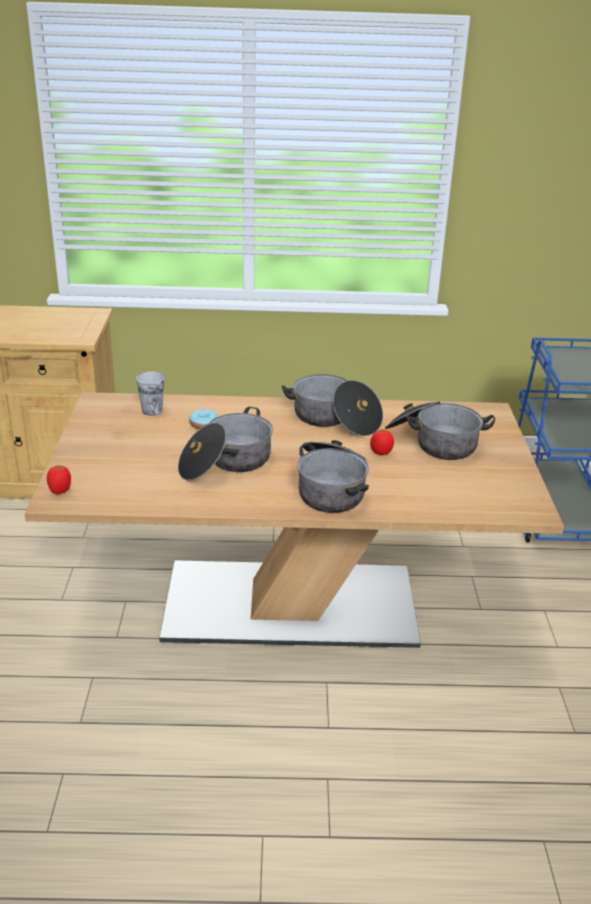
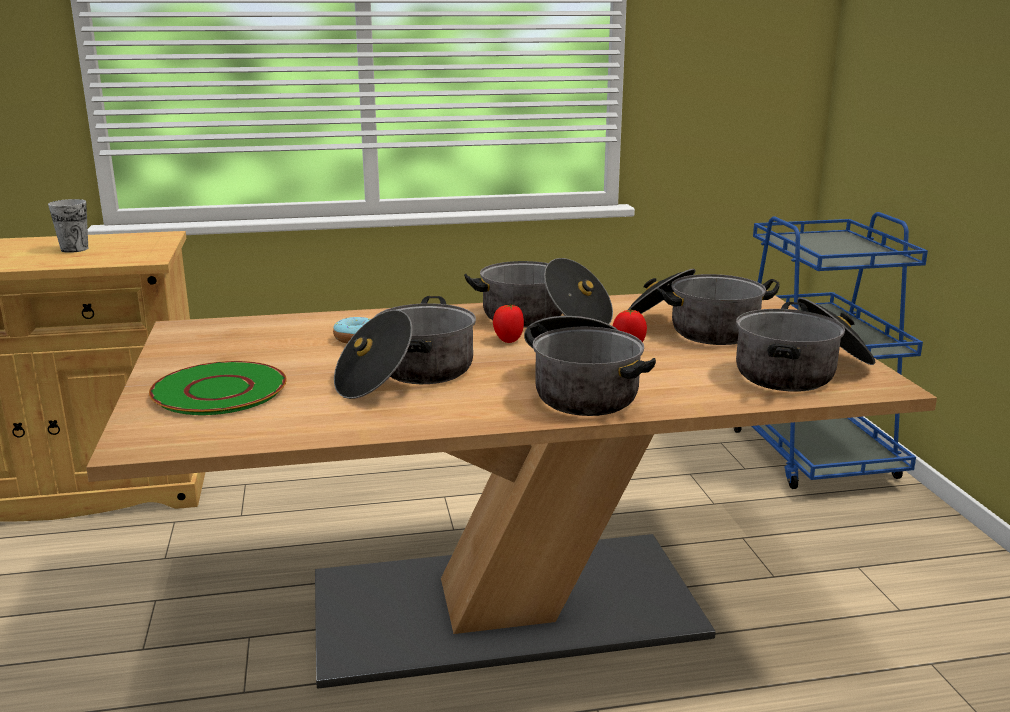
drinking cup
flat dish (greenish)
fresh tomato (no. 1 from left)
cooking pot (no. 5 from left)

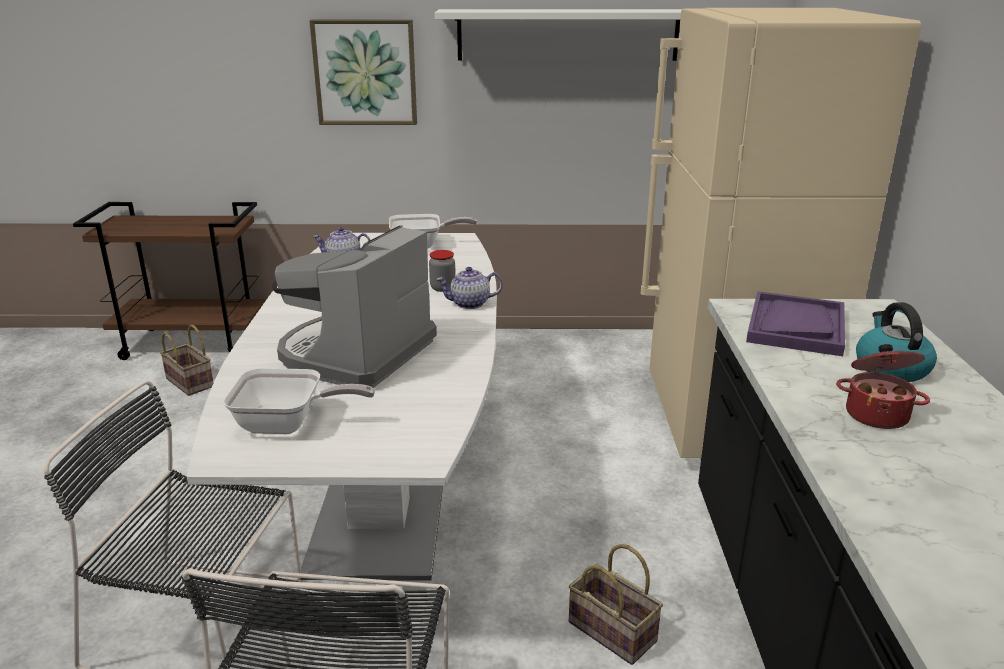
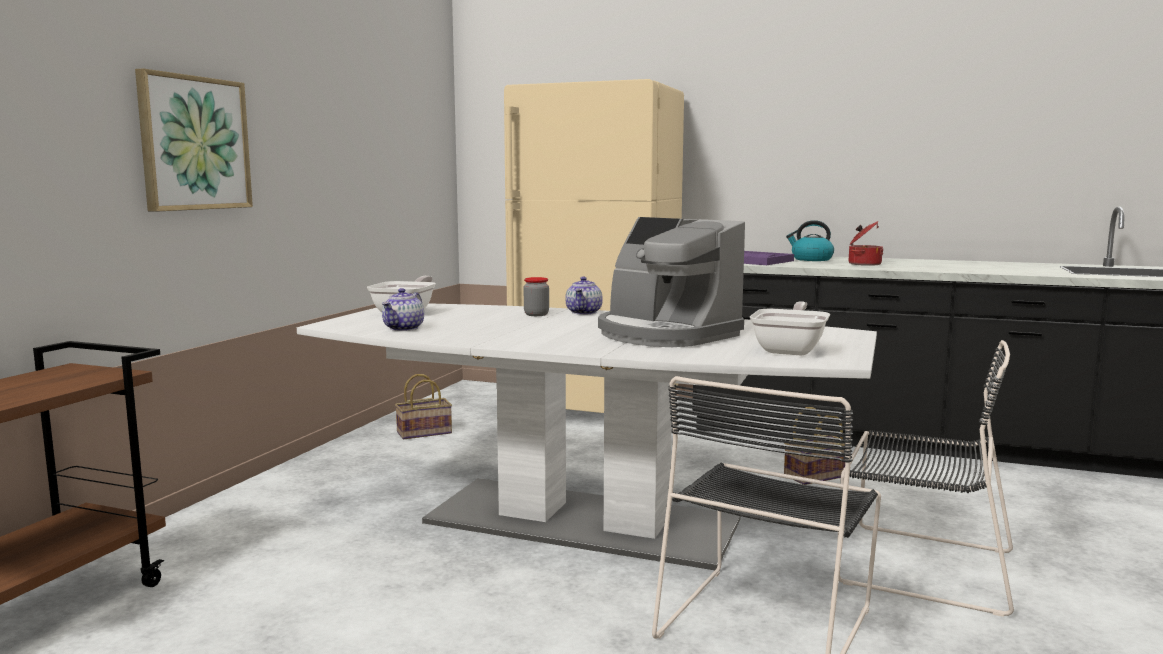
storage basket (no. 1 from left)
bracket shelf (white-coloured)

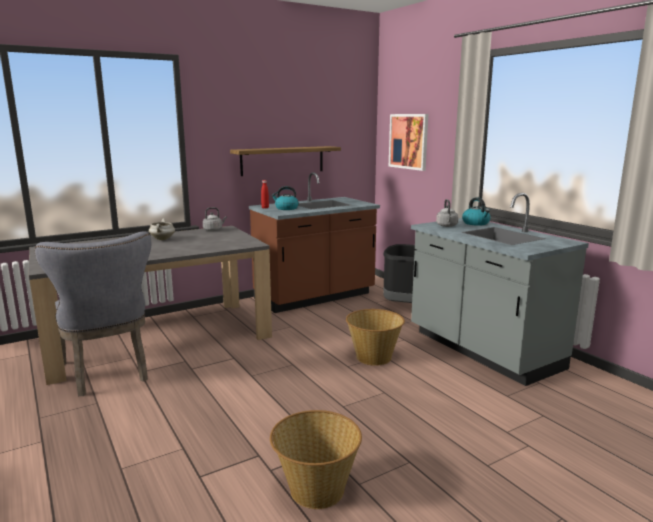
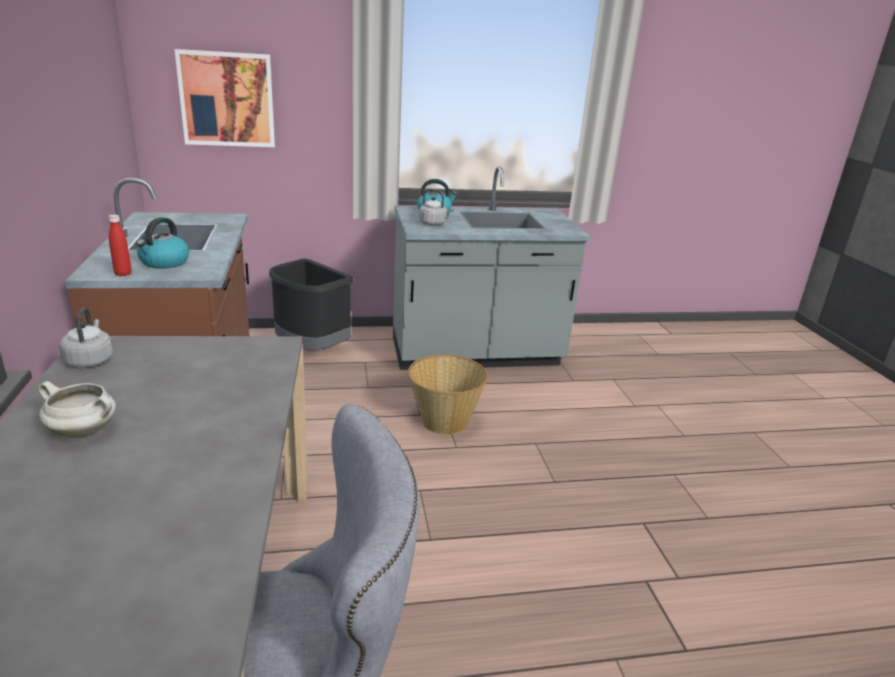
bracket shelf
storage basket (no. 1 from left in the first image)

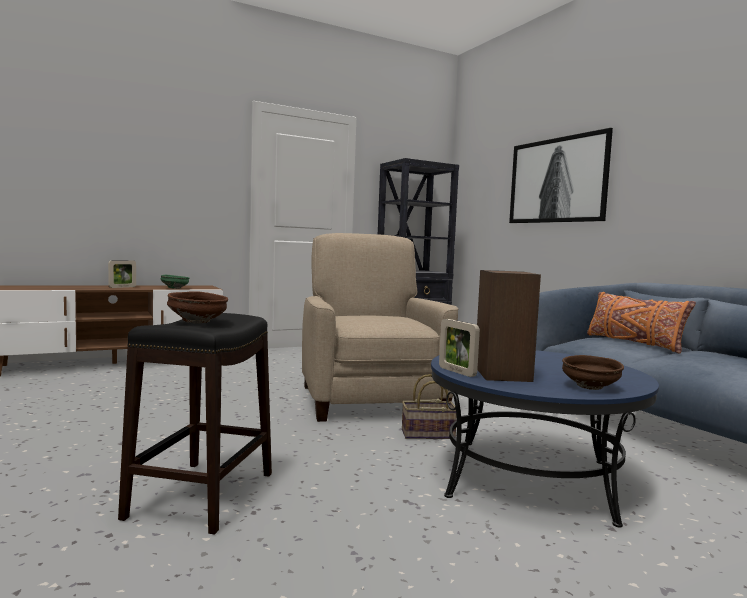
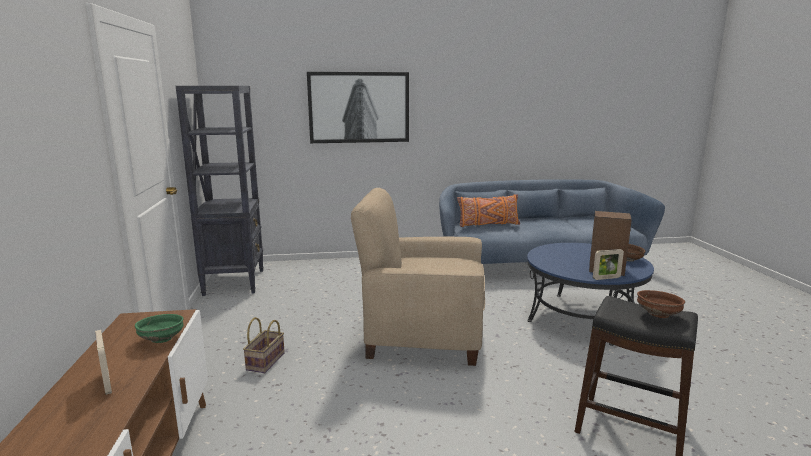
storage basket

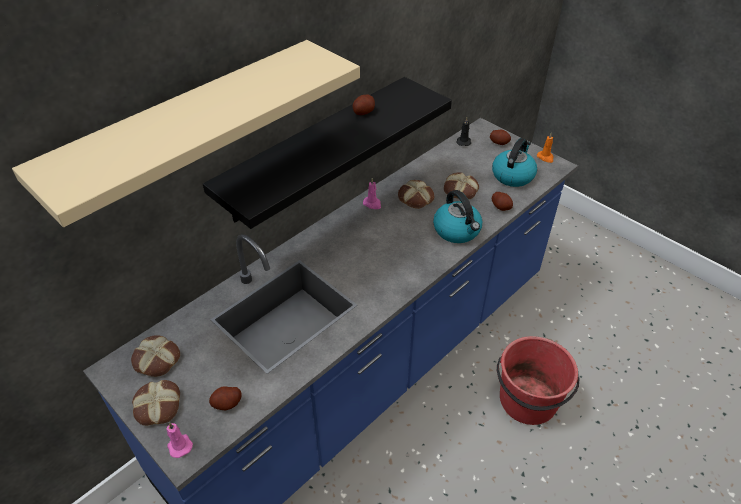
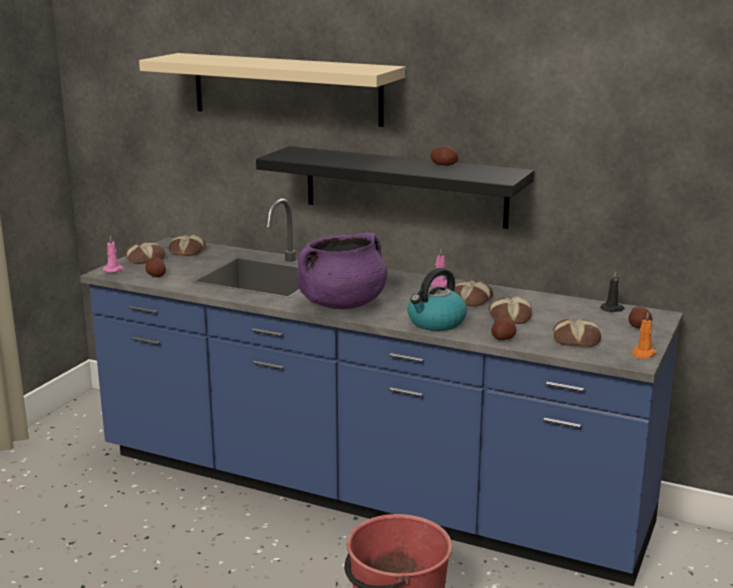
cooking pot (purple)
baked bread (no. 5 from left)

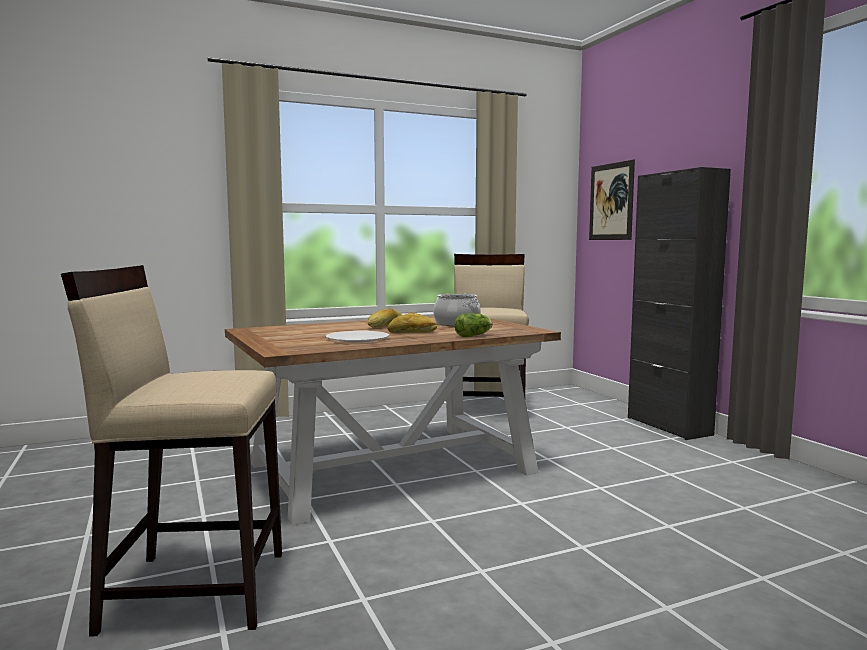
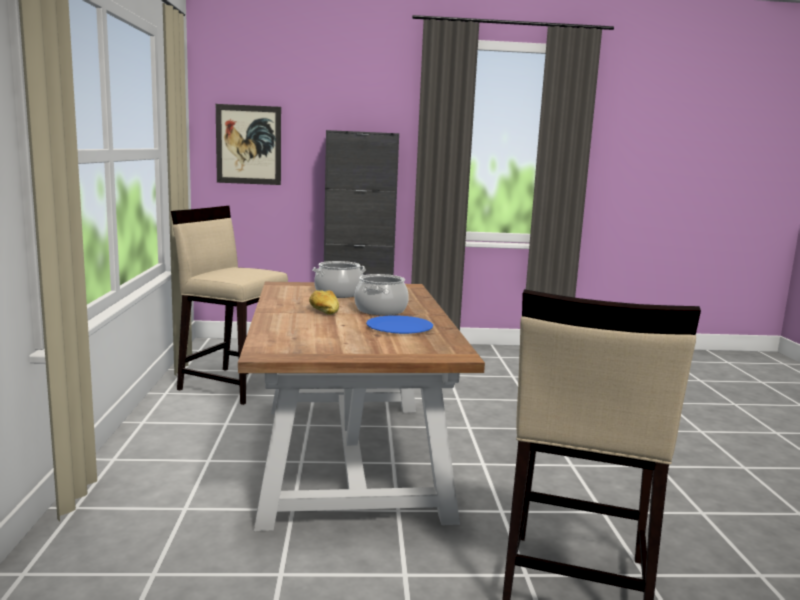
cooking pot (no. 2 from left)
flat dish (bluish)
lettuce head

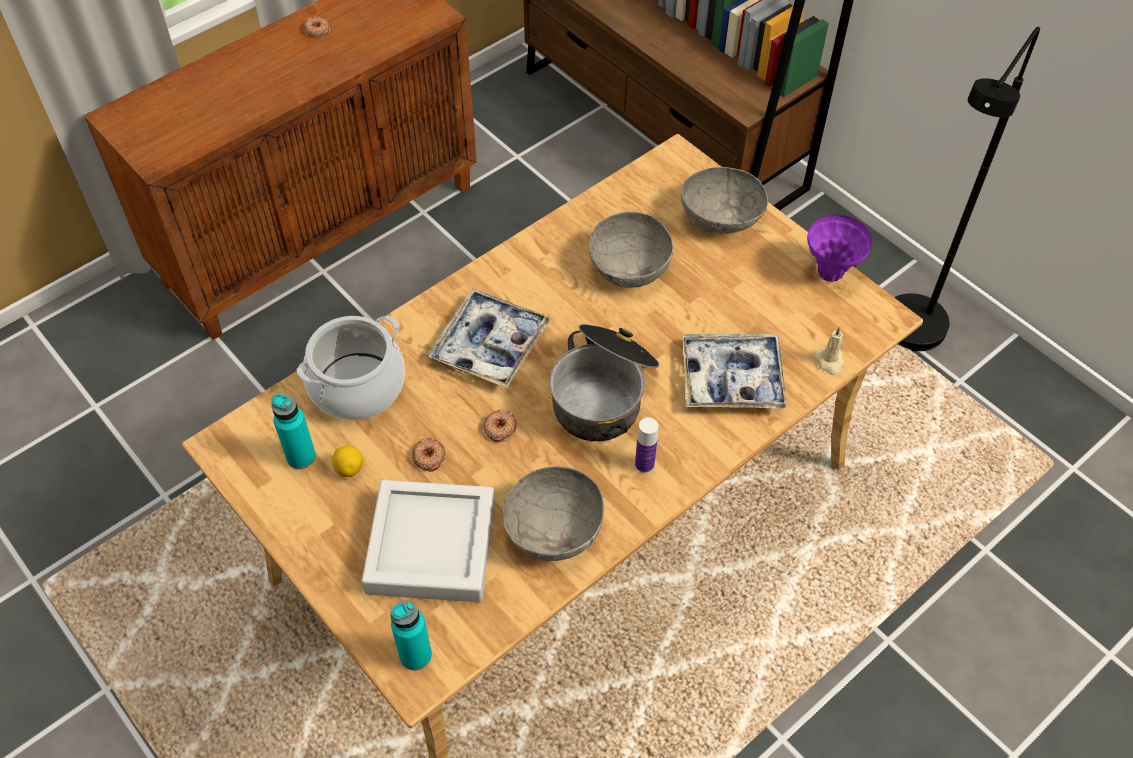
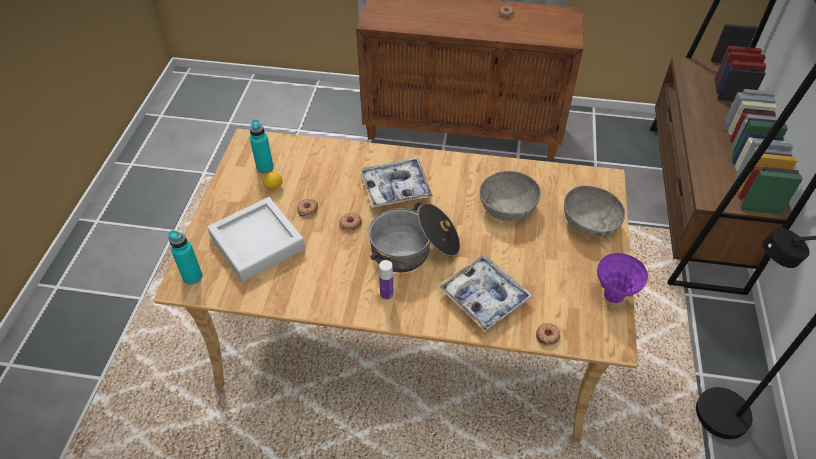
doughnut (no. 4 from left)
cooking pot (no. 1 from left in the first image)
serving bowl (greyish) (no. 1 from left in the first image)

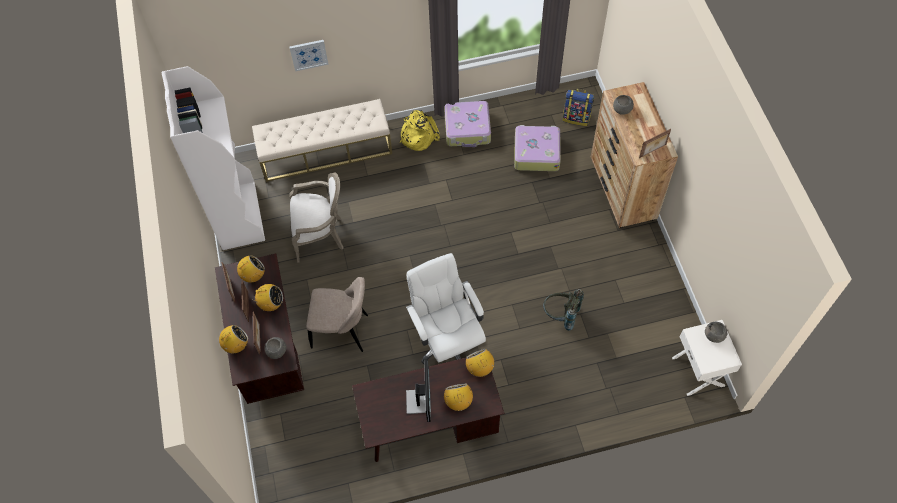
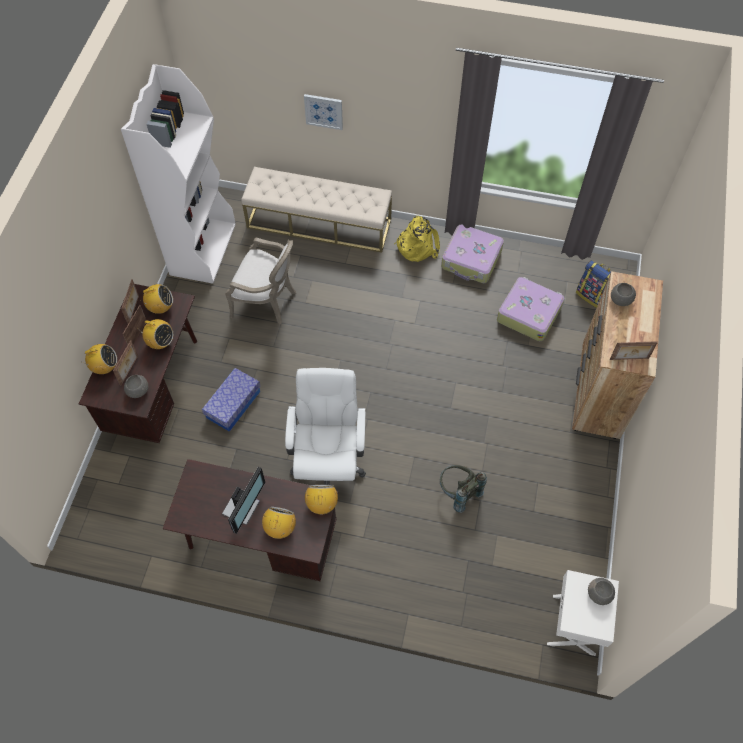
storage box

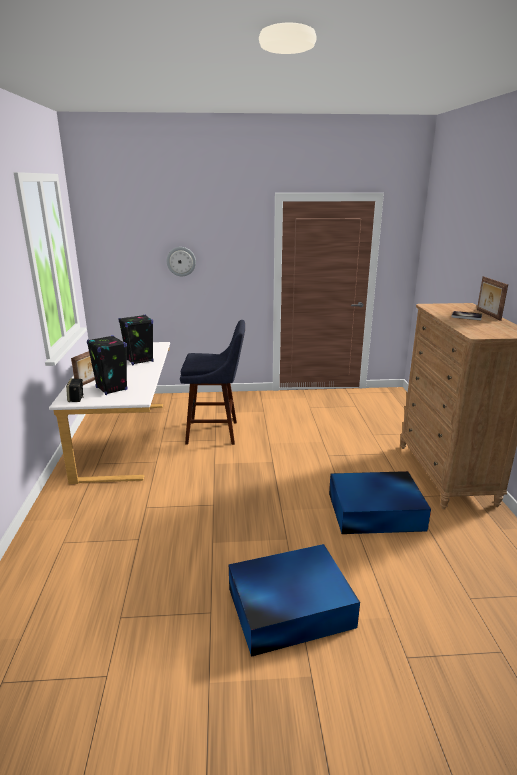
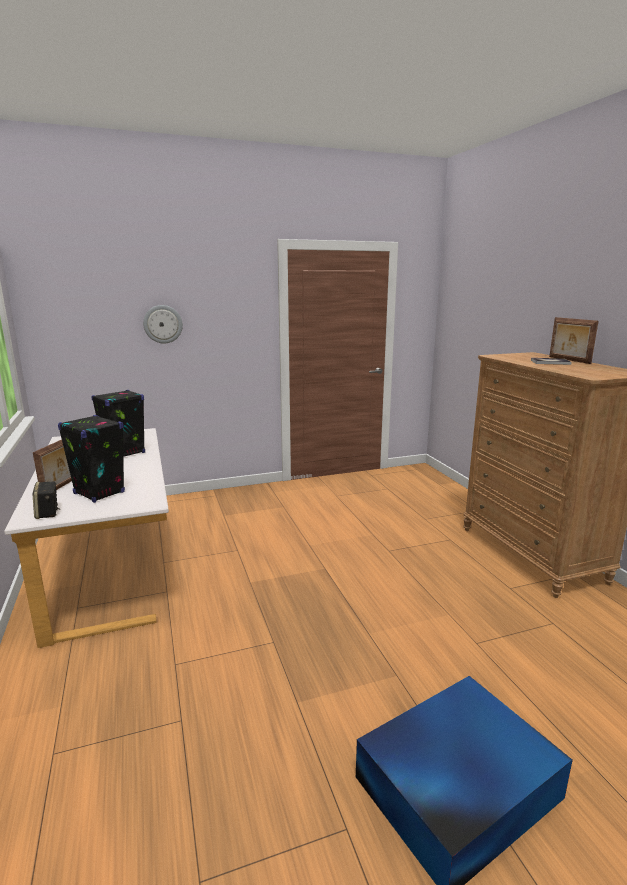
stool seat (bluish)
storage box (bluish) (no. 2 from left in the first image)

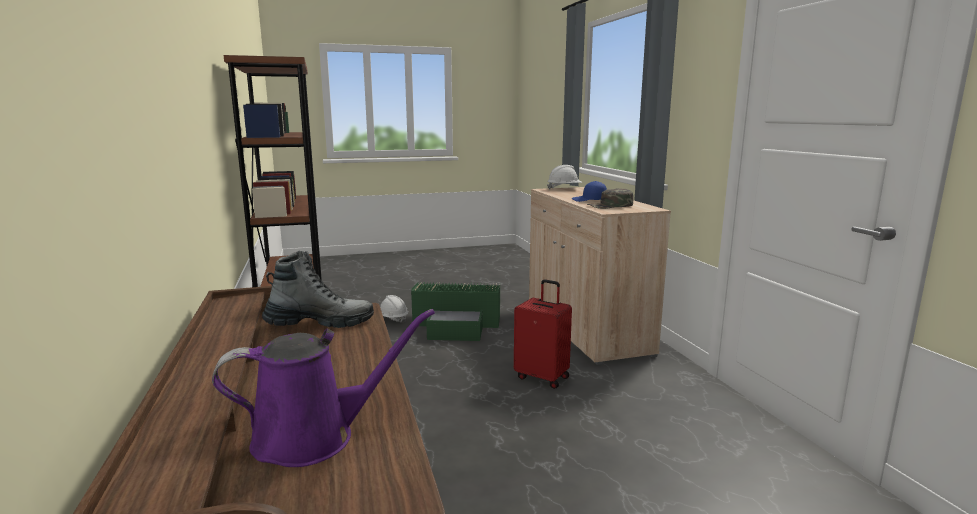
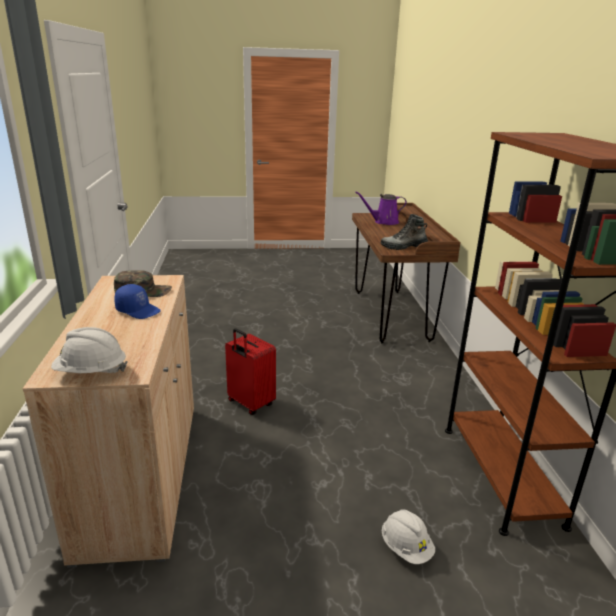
storage box (greenish)

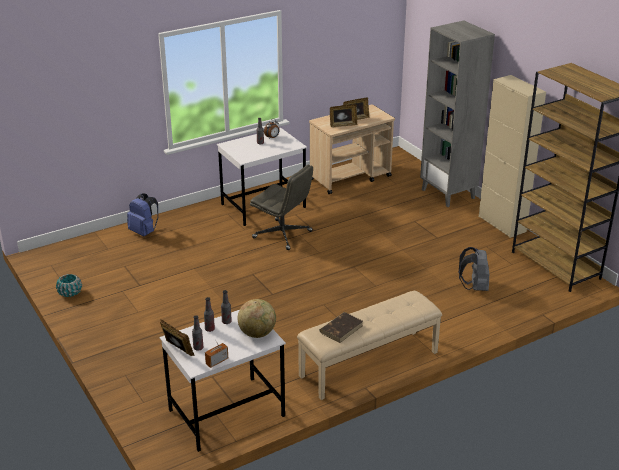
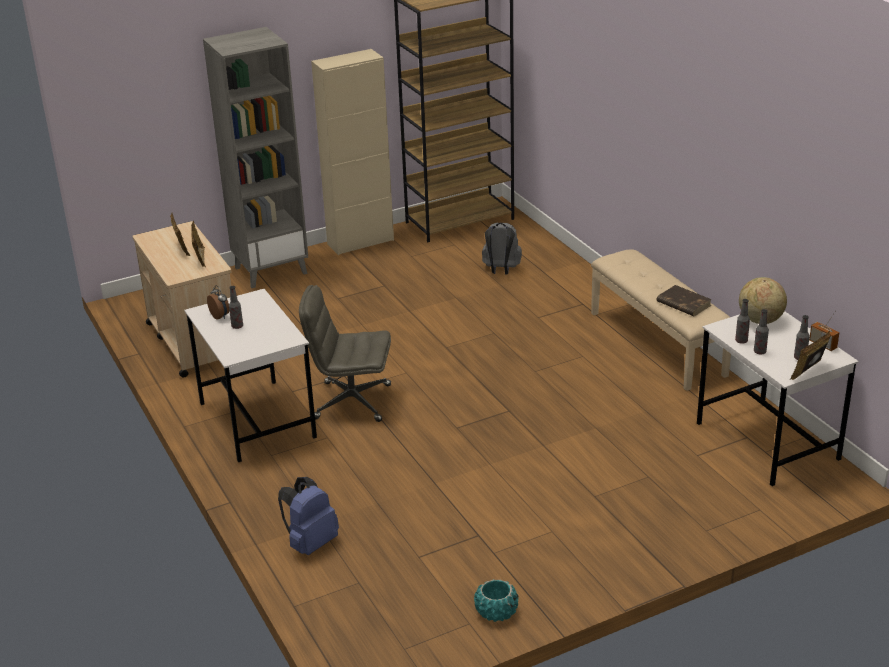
office chair (greyish)

